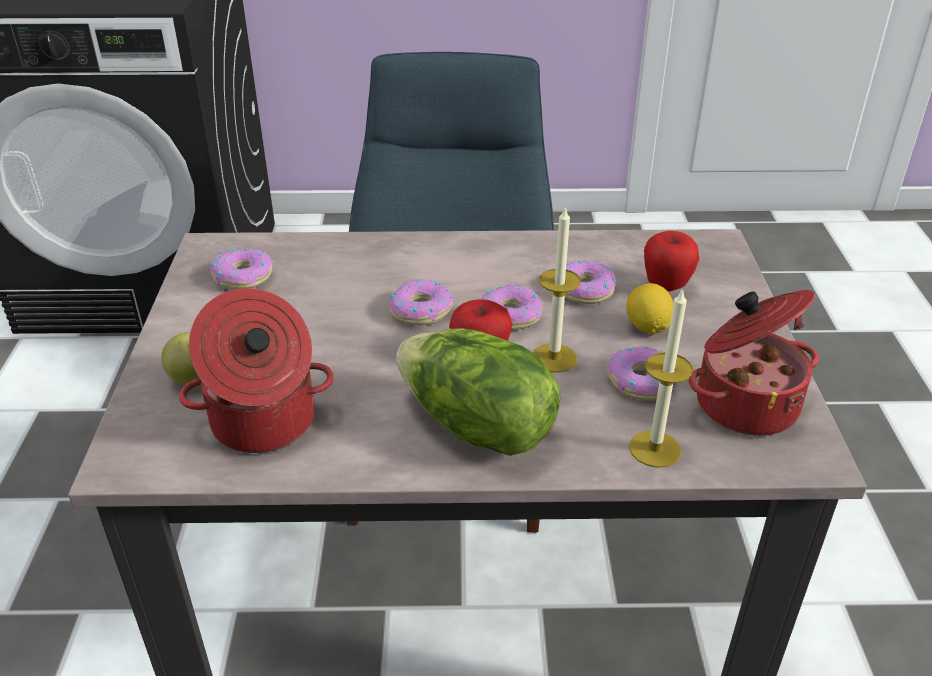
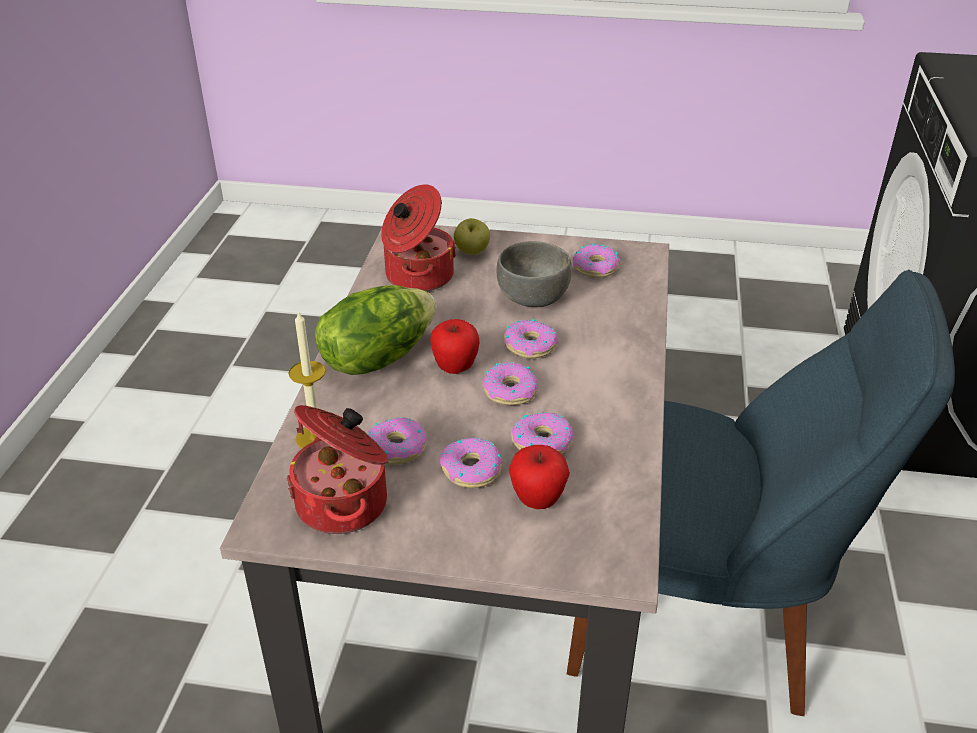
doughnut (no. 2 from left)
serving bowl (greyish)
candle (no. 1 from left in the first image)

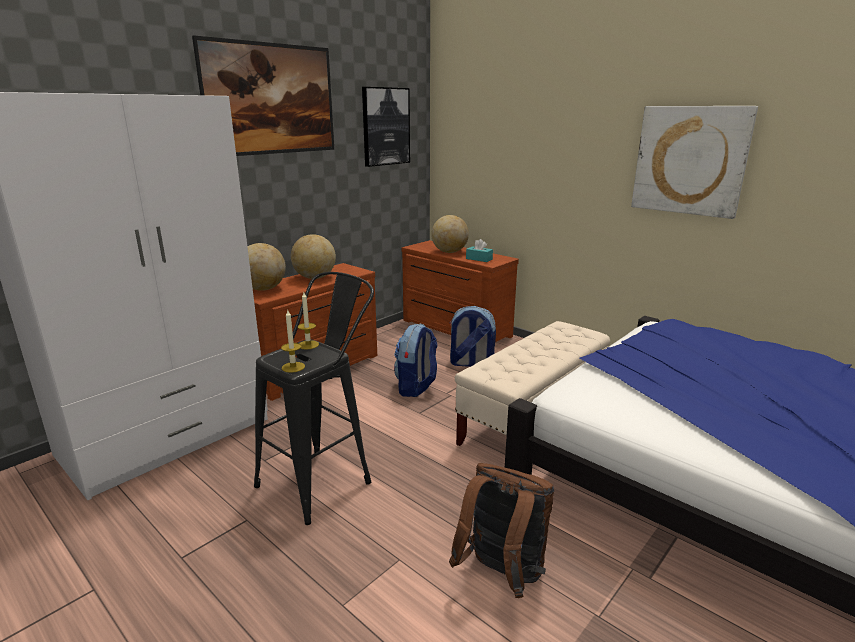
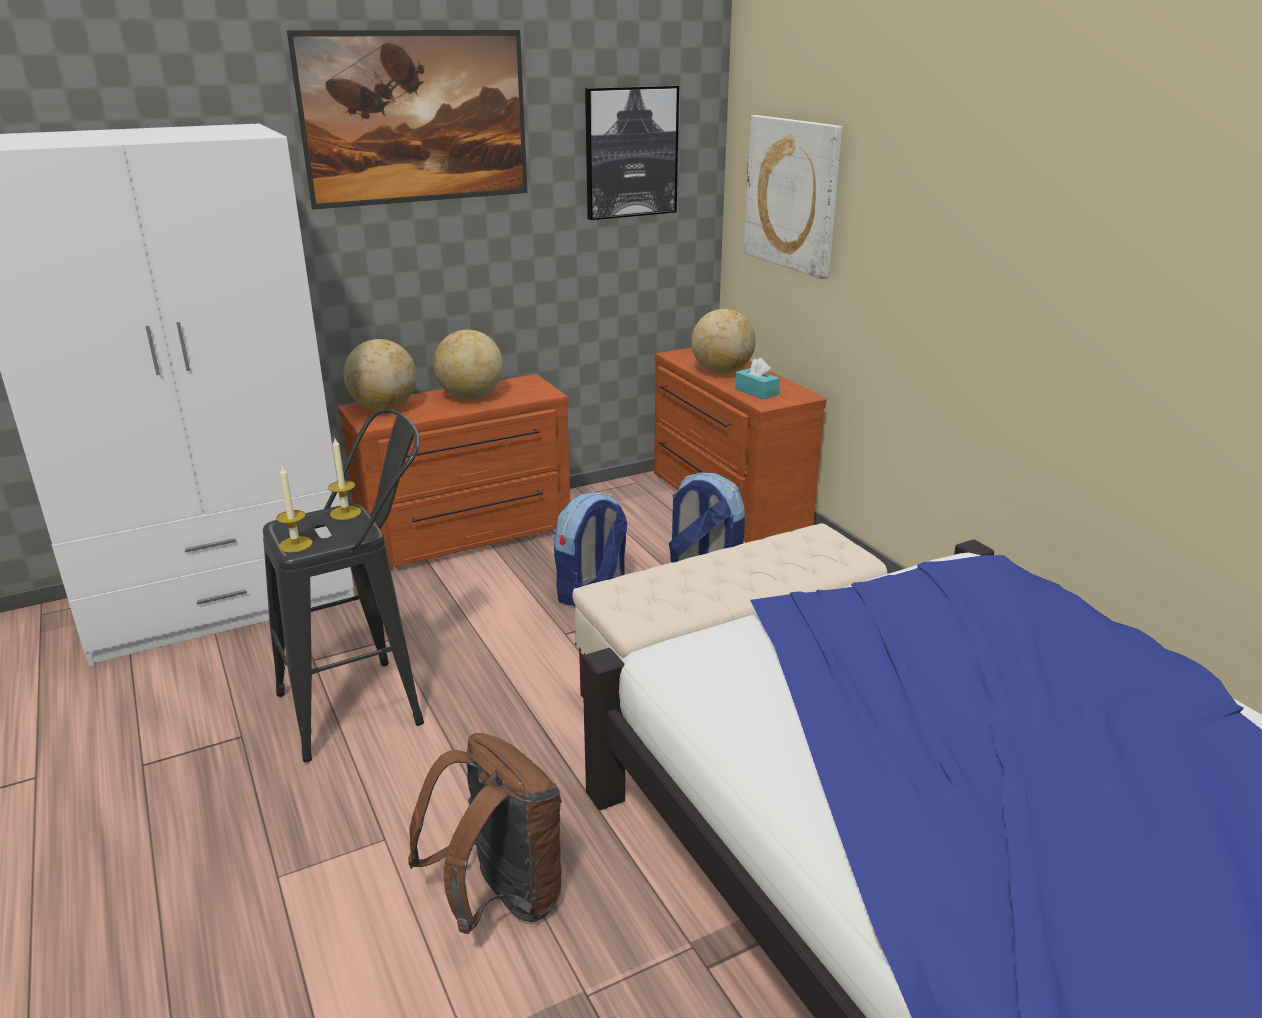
wall art (no. 3 from left)

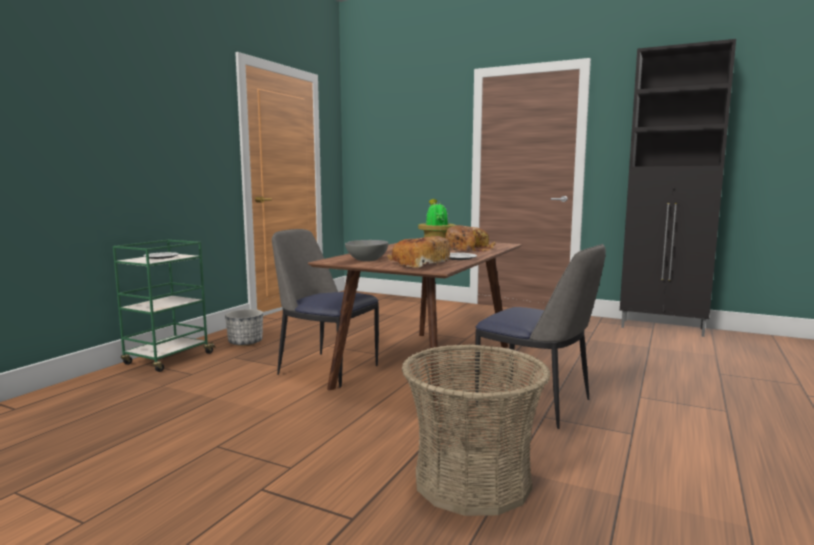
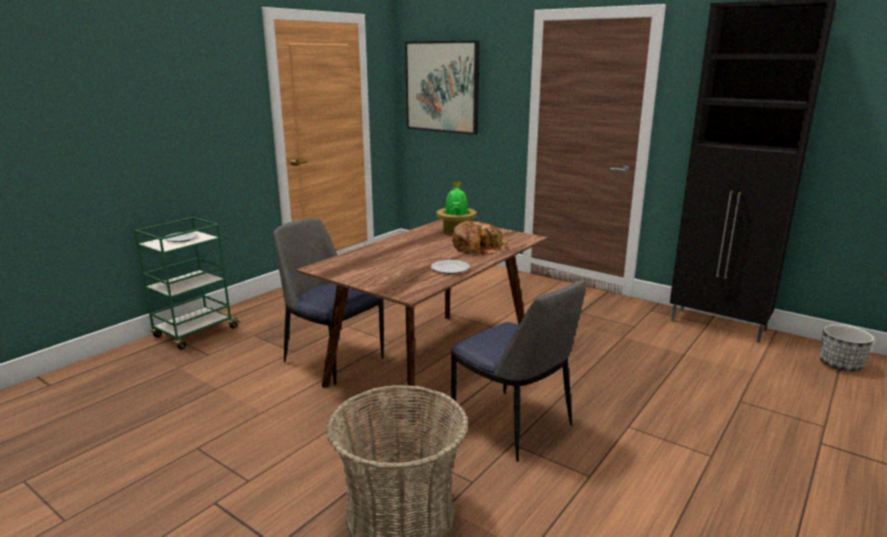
wall art
flower pot
serving bowl (greyish)
baked bread (no. 1 from left in the first image)

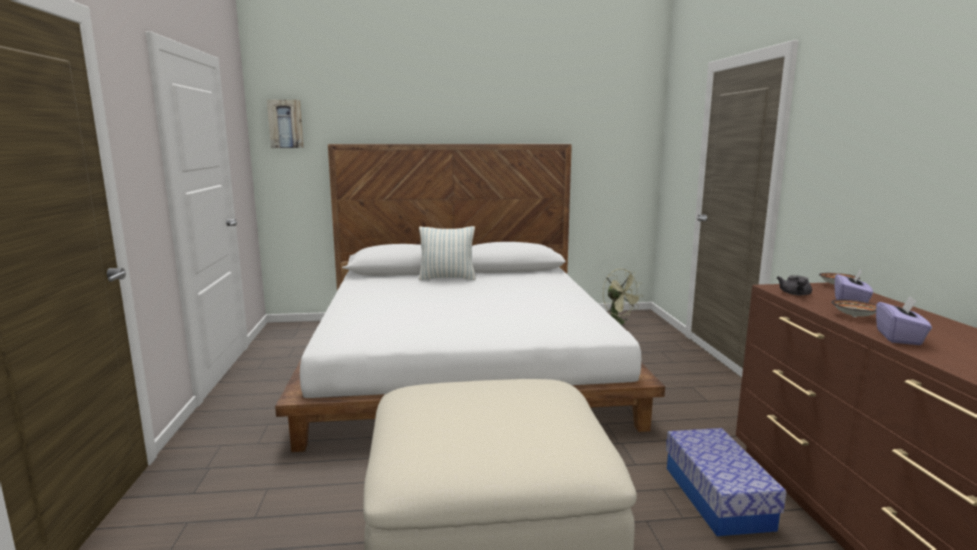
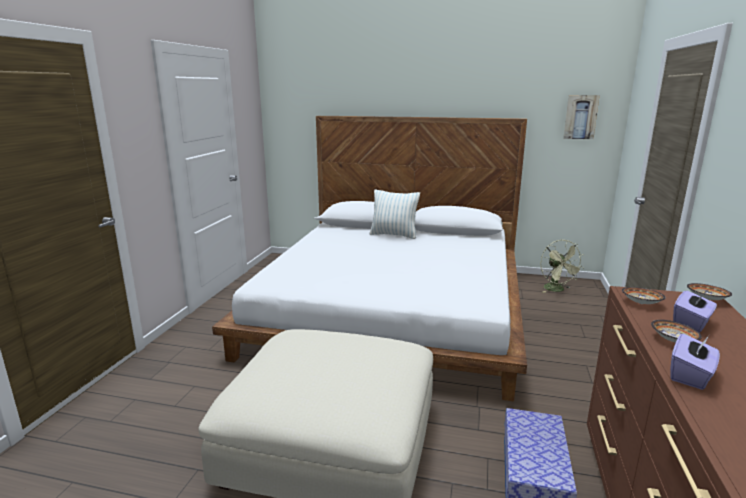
wall art
serving bowl (no. 1 from left)

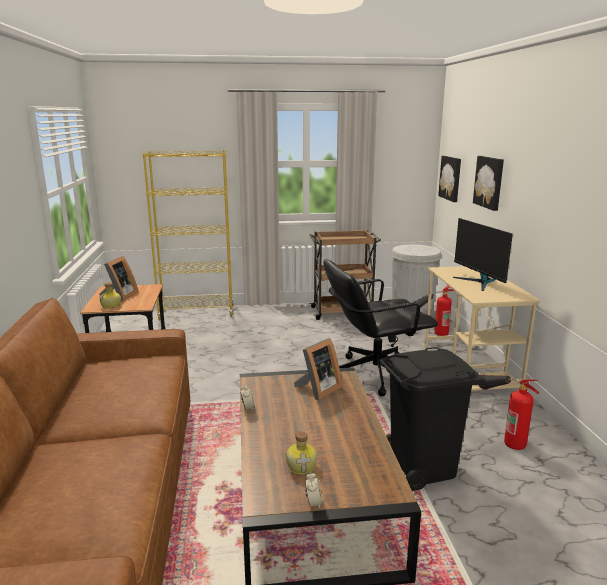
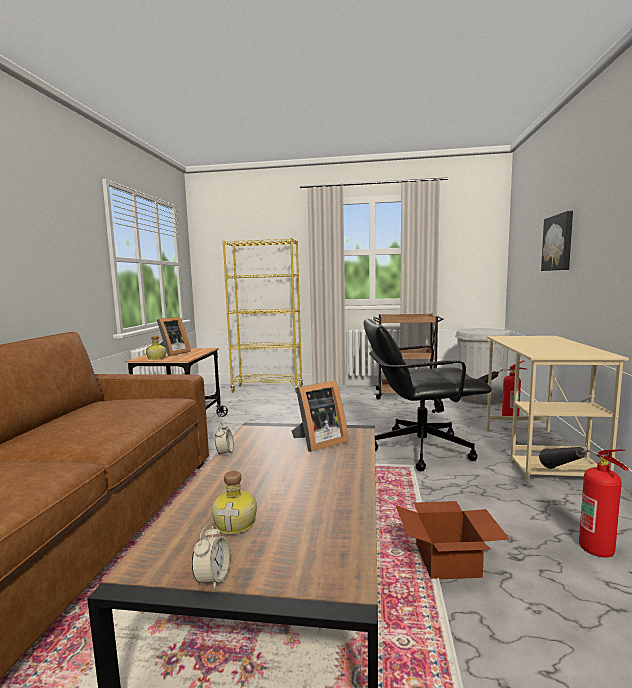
cardboard box
wall art (no. 1 from left in the first image)
monitor

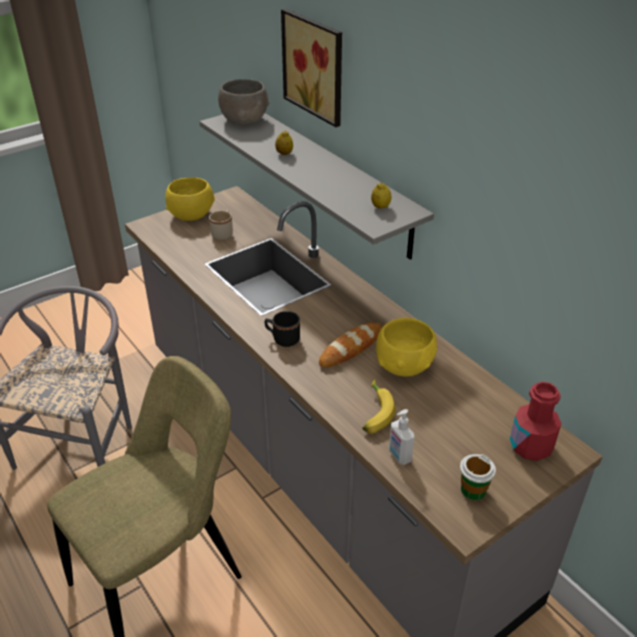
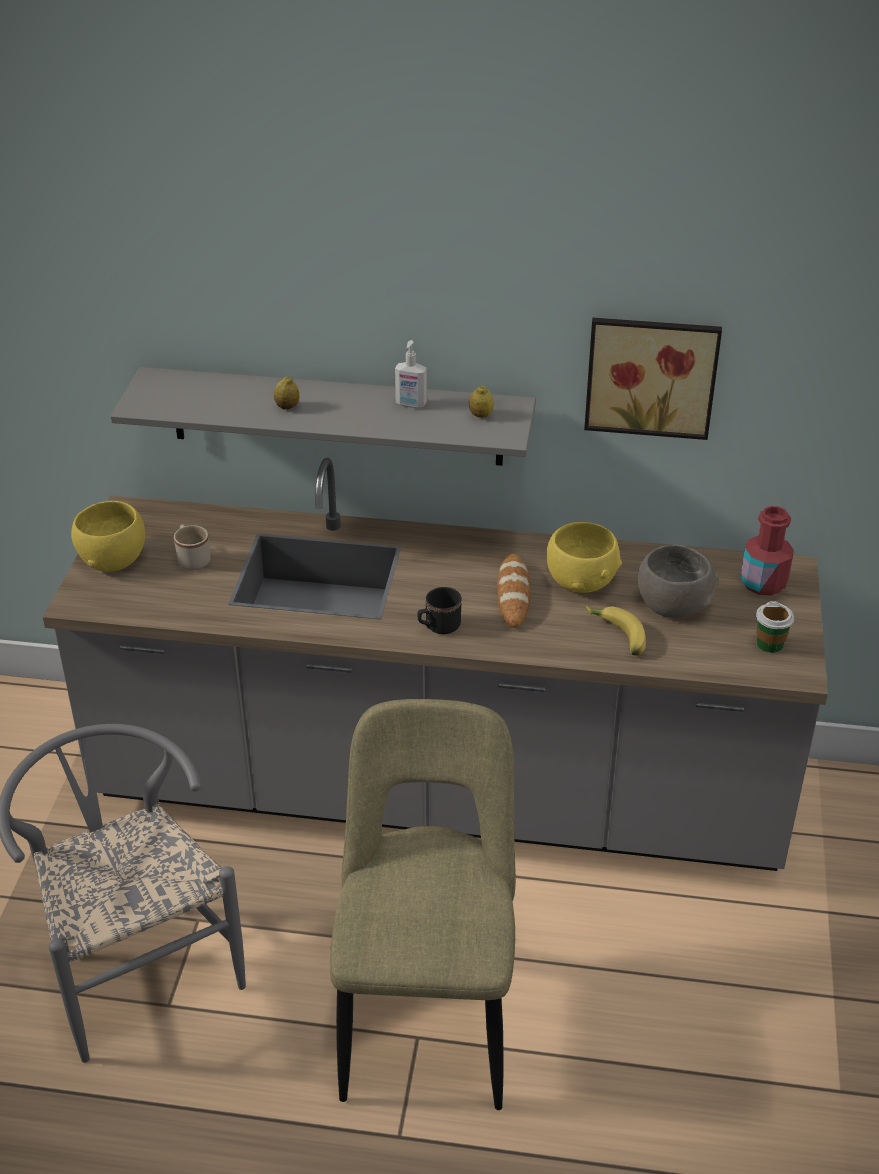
soap bottle
wall art
serving bowl (greyish)

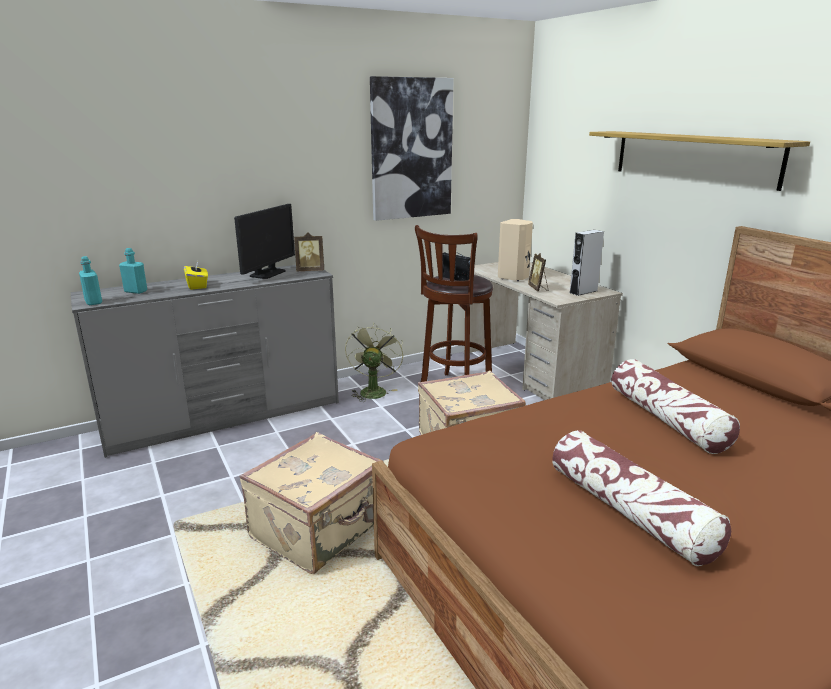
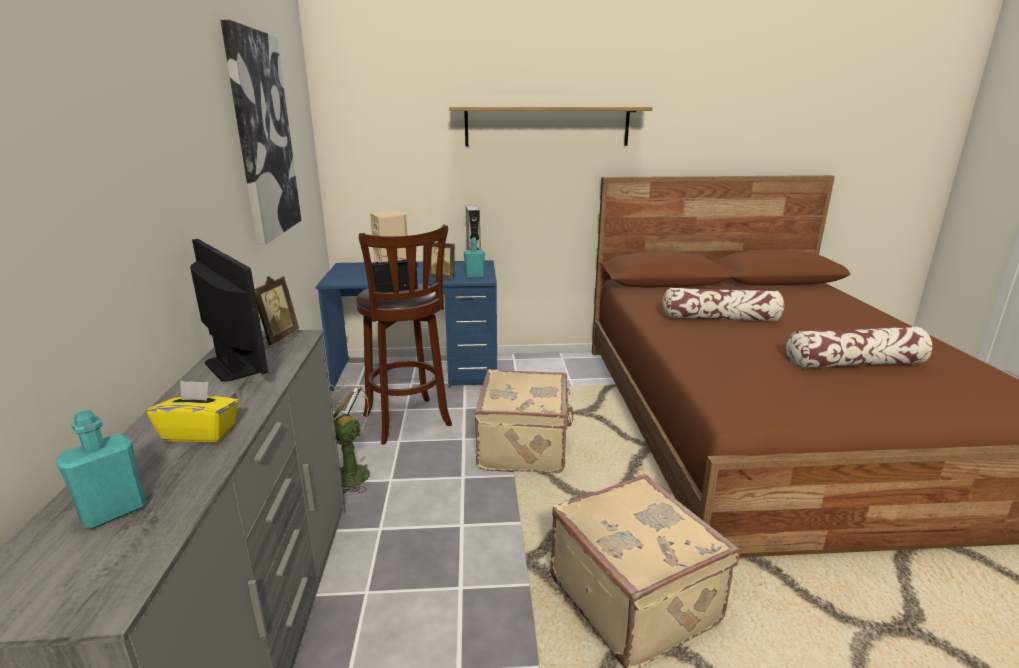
desk table (bluish)
bottle (turquoise) (no. 2 from left)

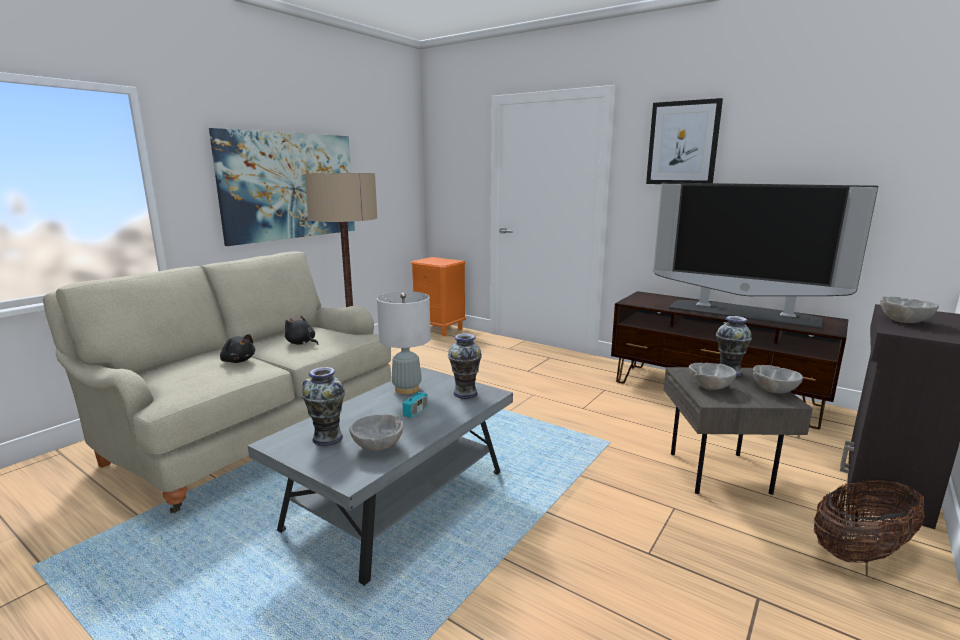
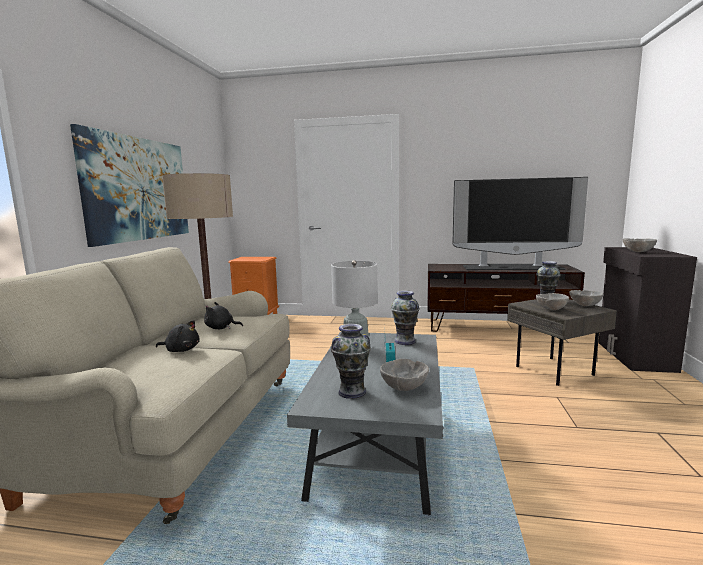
wall art (no. 2 from left in the first image)
storage basket

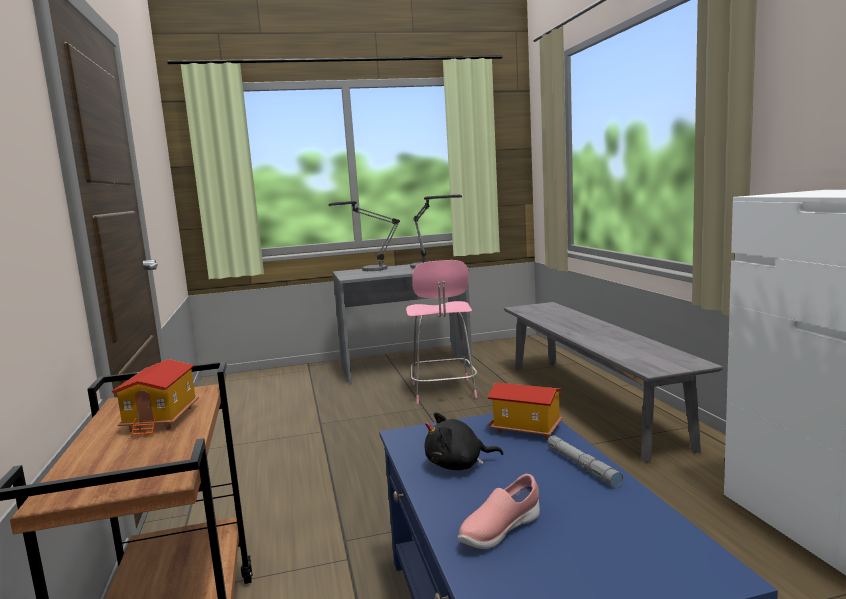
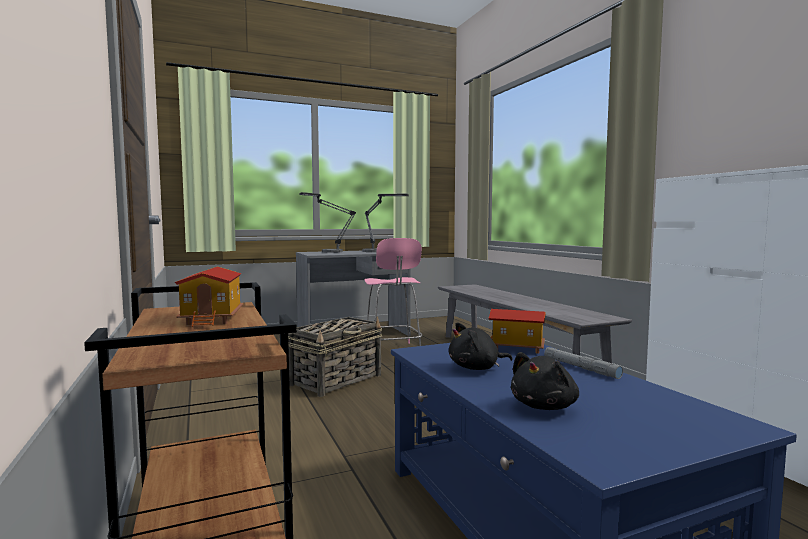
storage basket
soft toy (black-coloured) (no. 2 from left)

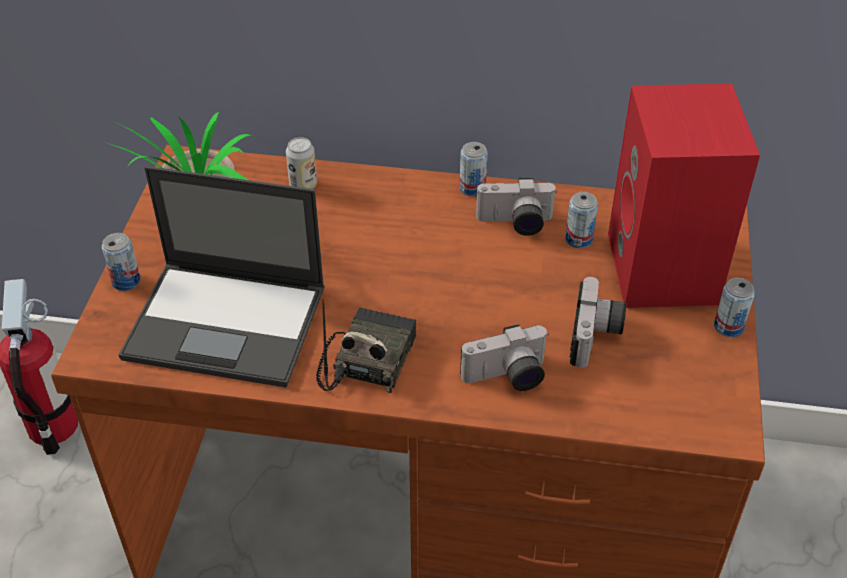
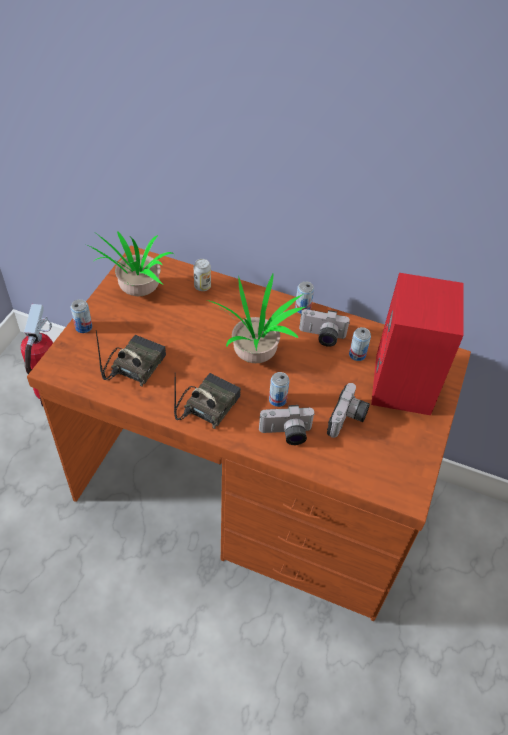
radio receiver (no. 1 from left)
plant in a pot (no. 2 from left)
sealed can (no. 3 from left)

